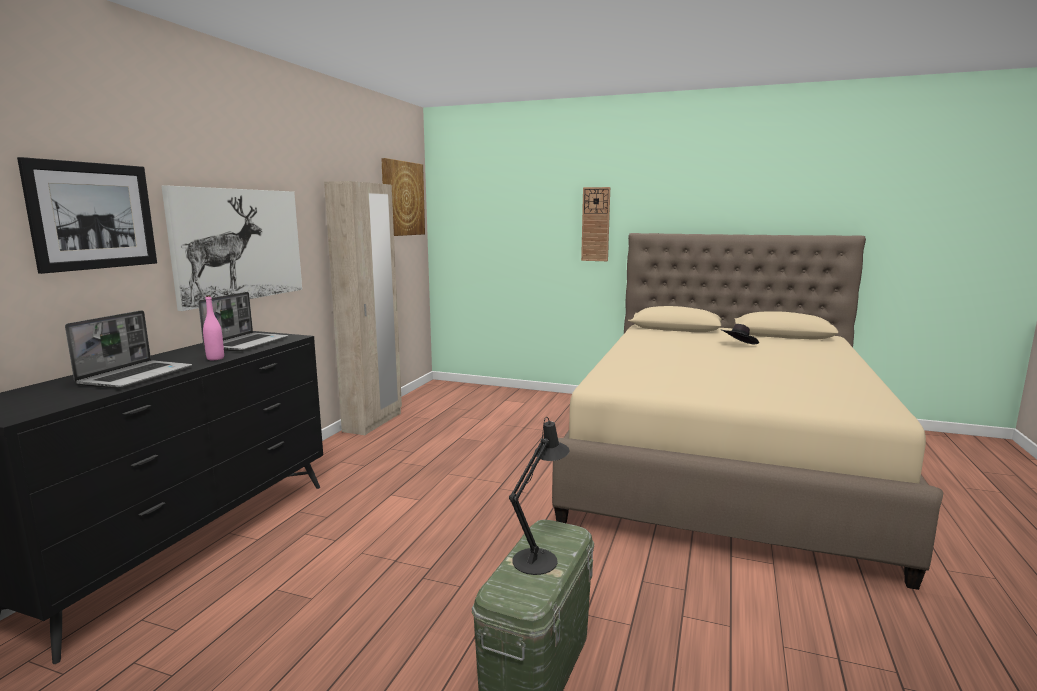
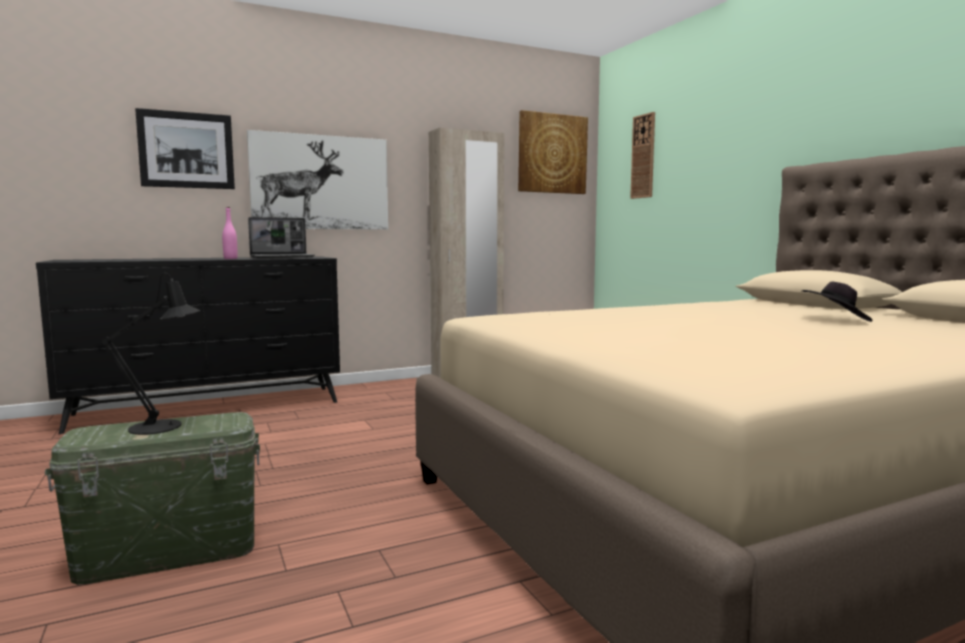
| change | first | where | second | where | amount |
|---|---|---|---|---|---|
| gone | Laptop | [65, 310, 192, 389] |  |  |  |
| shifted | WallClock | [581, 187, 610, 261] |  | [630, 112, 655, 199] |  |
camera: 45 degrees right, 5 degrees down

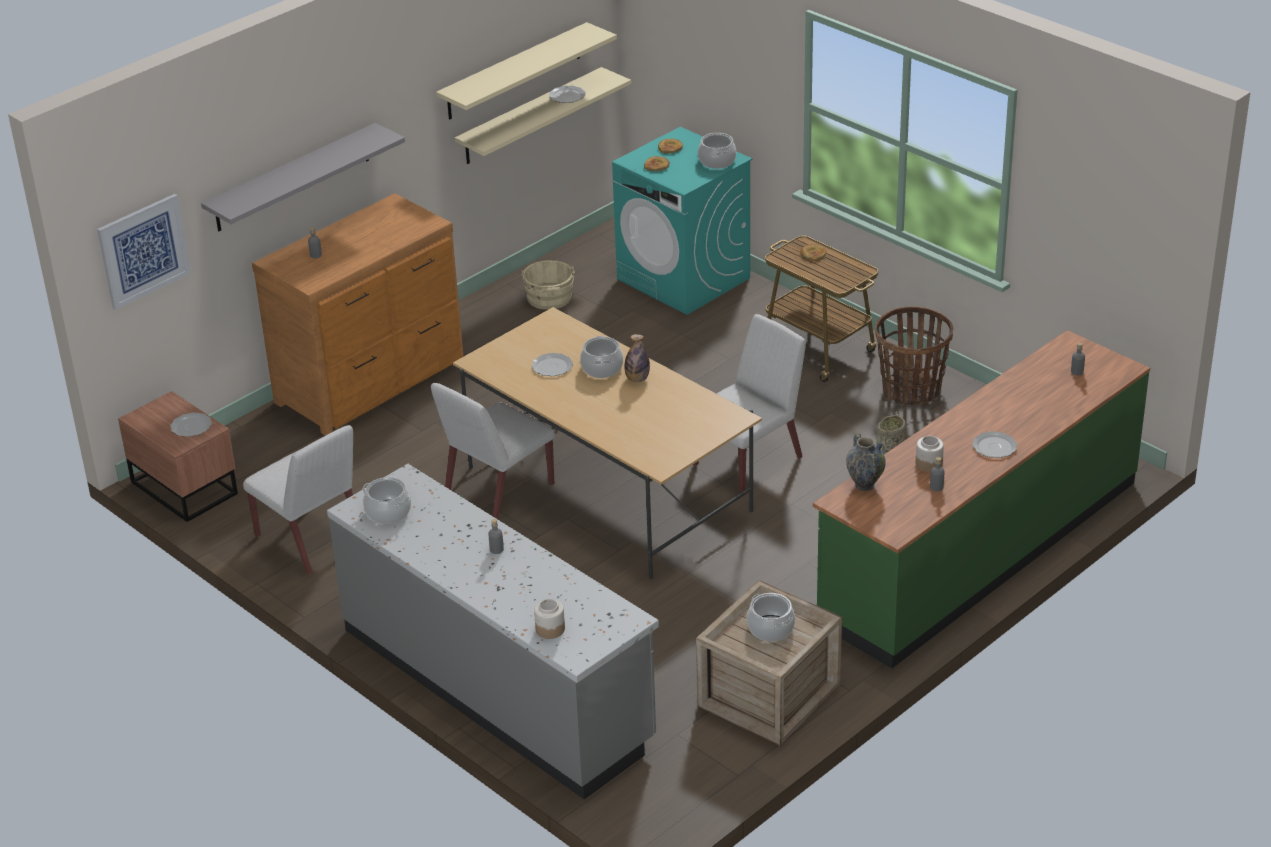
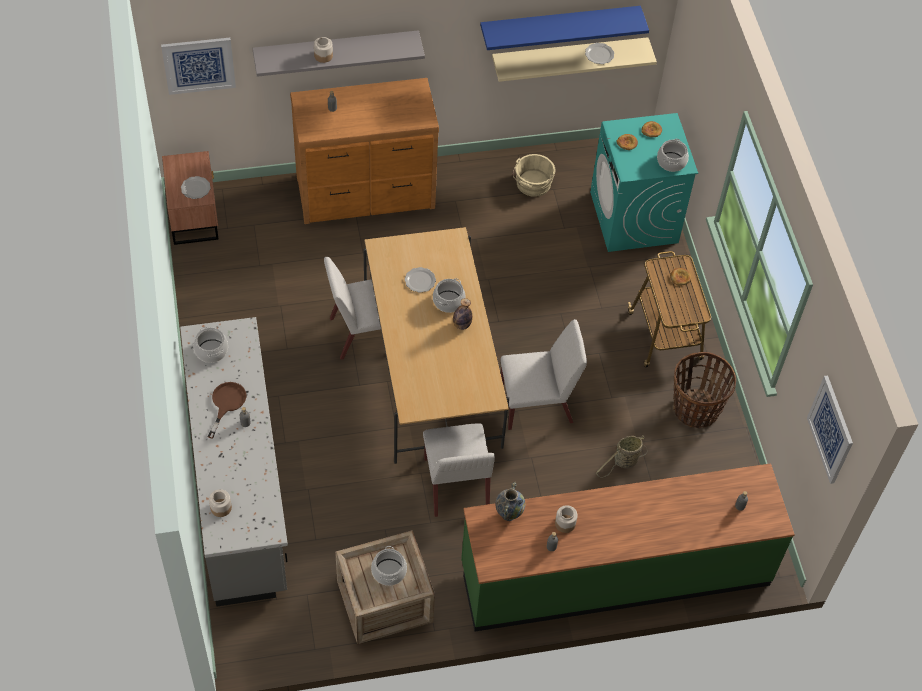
| change | first | where | second | where | amount |
|---|---|---|---|---|---|
| gone | Plate | [972, 431, 1017, 458] |  |  |  |
| new |  |  | BrownFryingPan | [207, 382, 247, 439] |  |
| new |  |  | Jar | [314, 37, 333, 63] |  |
| new |  |  | Picture | [807, 375, 853, 484] |  |
| shifted | WhiteChair | [243, 425, 353, 575] |  | [423, 423, 495, 517] |  |
| repainted | BeigeShelf | [436, 22, 617, 119] | BlueShelf | [480, 6, 649, 50] |  |
camera: 30 degrees right, 20 degrees up

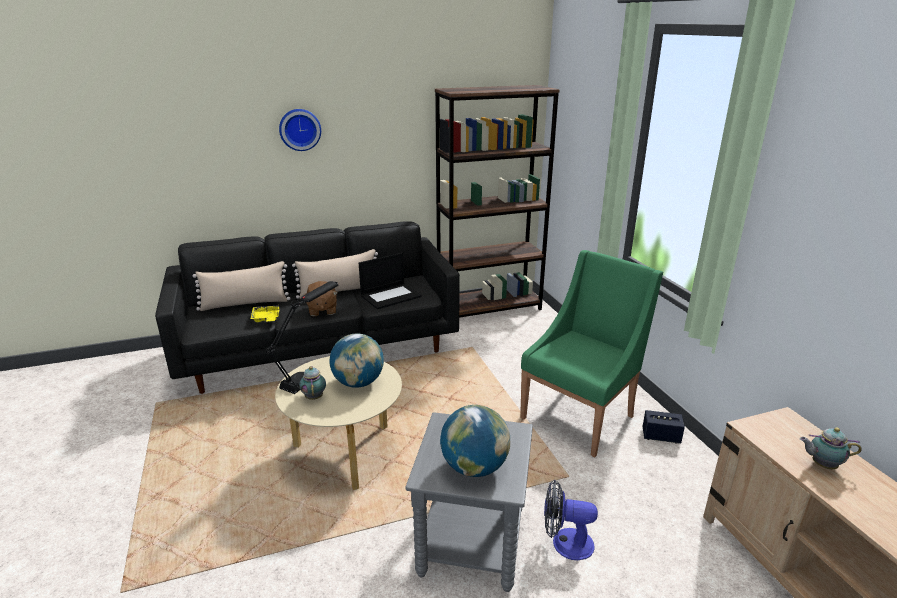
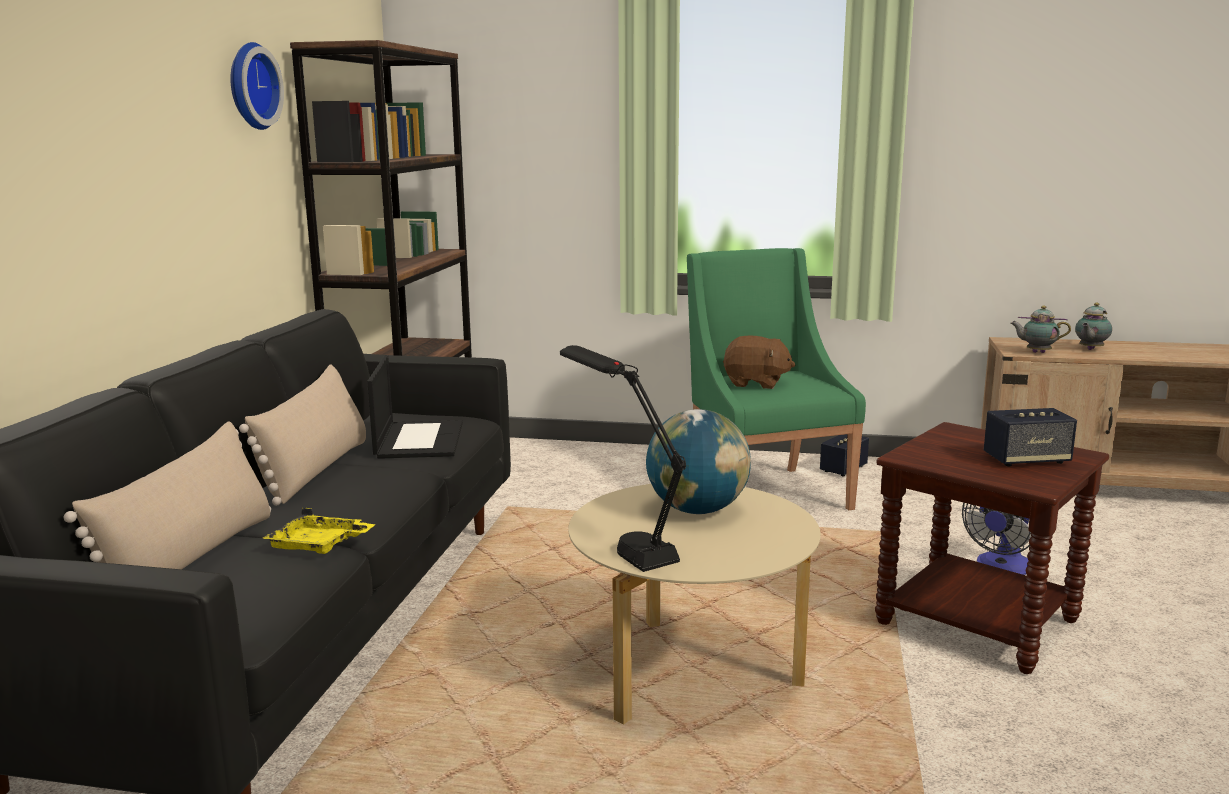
| change | first | where | second | where | amount |
|---|---|---|---|---|---|
| shifted | WallClock | [279, 109, 321, 151] |  | [230, 42, 284, 130] |  |
| shifted | Teapot | [299, 366, 326, 400] |  | [1010, 306, 1071, 353] |  |
| shifted | BrownPlushToy | [304, 281, 338, 316] |  | [723, 336, 795, 389] |  |
| swapped | Globe | [440, 405, 510, 477] | Speaker | [984, 408, 1077, 467] |  |
| repainted | GreySideTable | [405, 412, 533, 592] | BrownSideTable | [875, 422, 1109, 674] |  |
camera: 60 degrees left, 10 degrees down

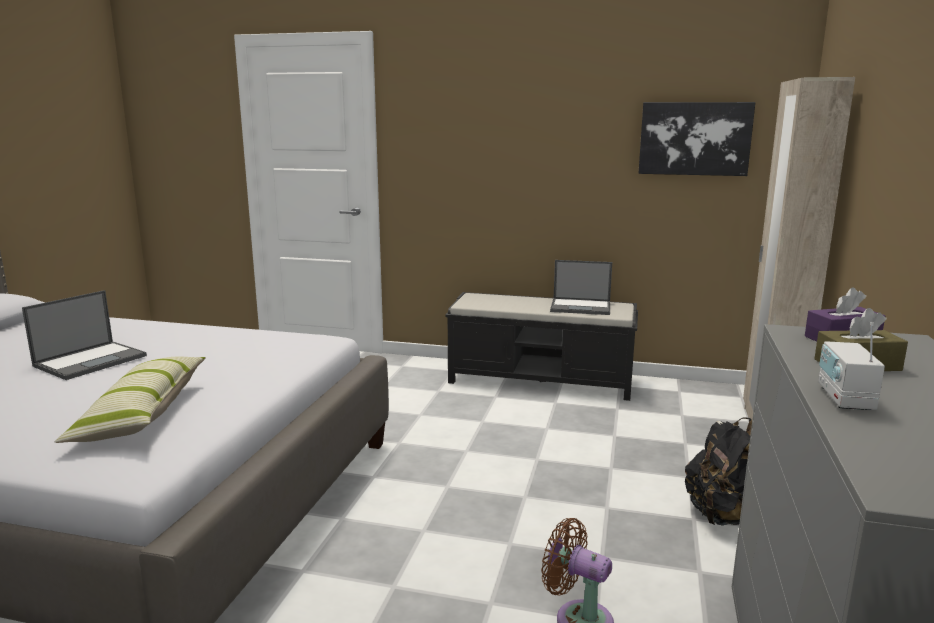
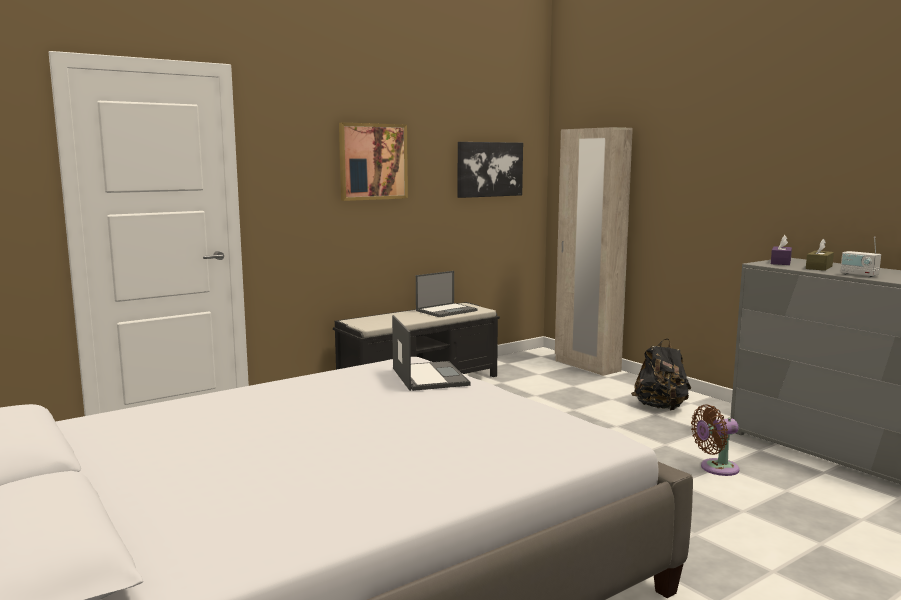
| change | first | where | second | where | amount |
|---|---|---|---|---|---|
| gone | Pillow | [55, 356, 206, 443] |  |  |  |
| new |  |  | Picture | [339, 123, 408, 201] |  |
| shifted | Laptop | [22, 290, 147, 380] |  | [392, 315, 470, 391] |  |
camera: 50 degrees left, 5 degrees down

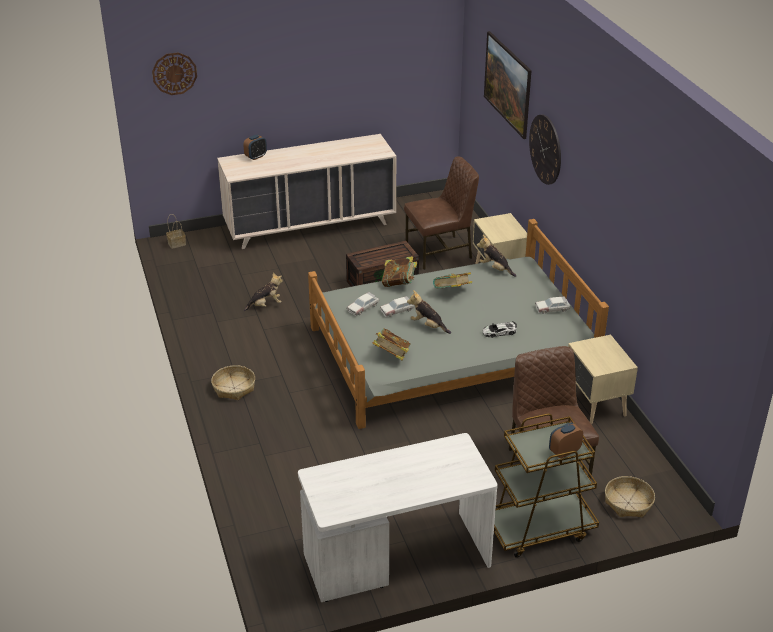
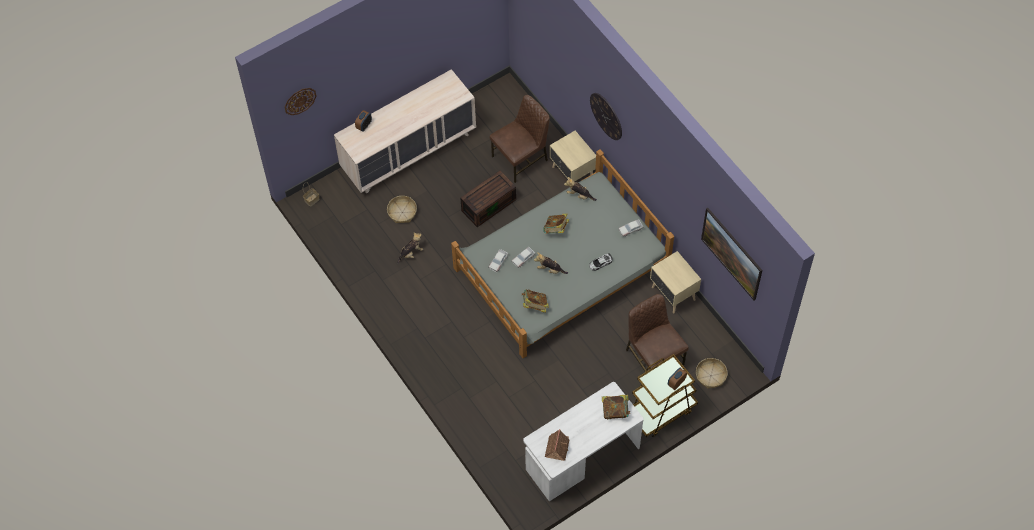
| change | first | where | second | where | amount |
|---|---|---|---|---|---|
| new |  |  | ToyHouse | [545, 429, 569, 461] |  |
| shifted | Basket | [211, 365, 255, 400] |  | [387, 196, 417, 223] |  |
| shifted | Book | [382, 256, 417, 287] |  | [602, 395, 631, 419] |  |
| shifted | Picture | [484, 31, 532, 139] |  | [701, 208, 762, 301] |  |
camera: 15 degrees left, 25 degrees up

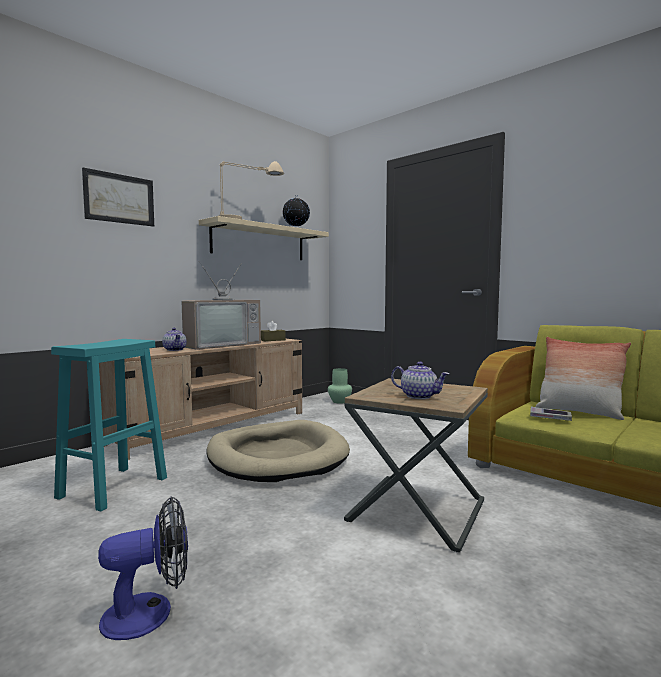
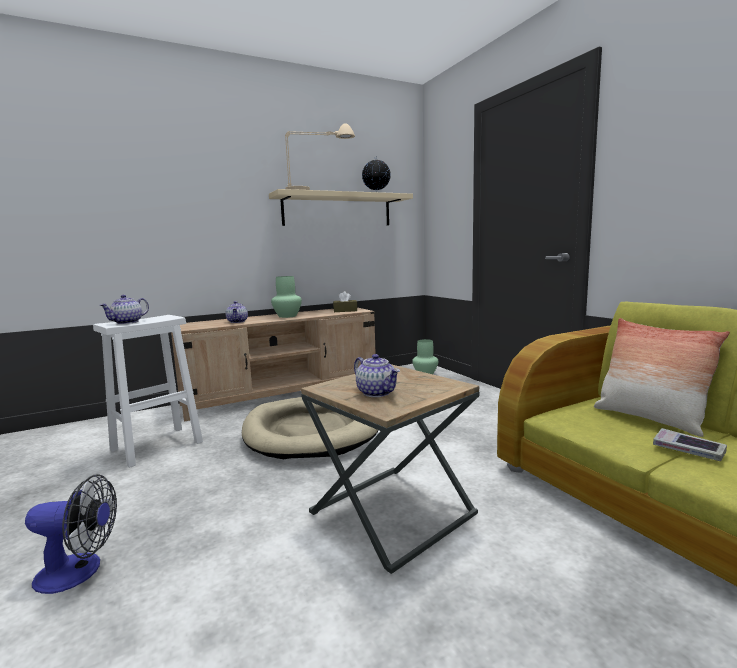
| change | first | where | second | where | amount |
|---|---|---|---|---|---|
| gone | Picture | [82, 167, 154, 227] |  |  |  |
| new |  |  | Teapot | [100, 295, 149, 324] |  |
| shifted | Book | [530, 407, 572, 421] |  | [653, 428, 727, 461] |  |
| swapped | Television | [181, 261, 261, 350] | GreenVase | [271, 276, 302, 318] |  |
| repainted | TurquoiseStool | [51, 339, 167, 512] | WhiteStool | [93, 315, 203, 468] |  |
camera: 20 degrees right, 5 degrees up

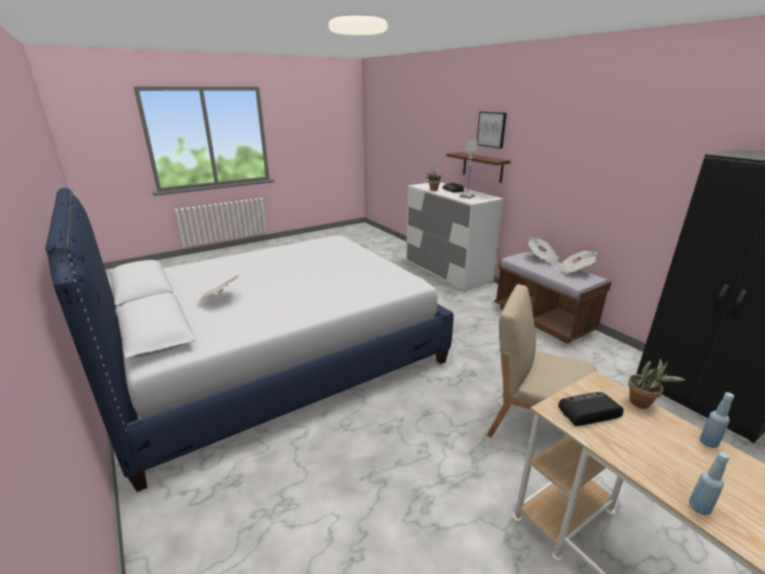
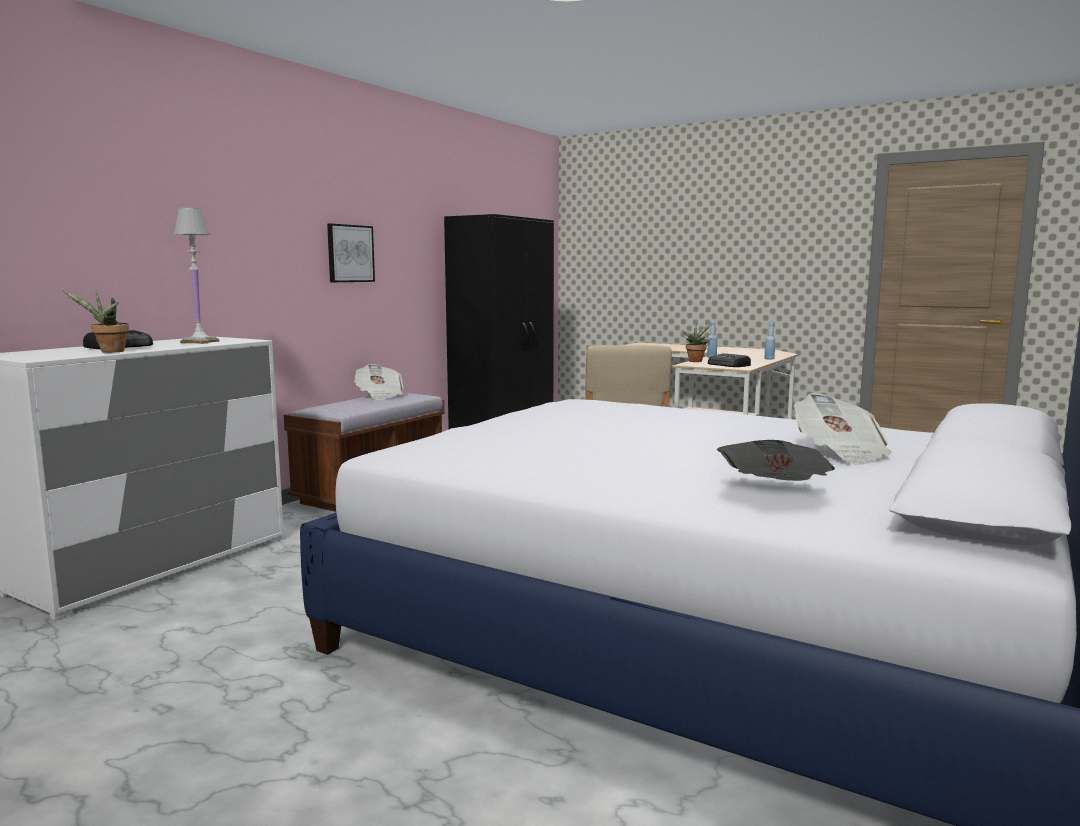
| change | first | where | second | where | amount |
|---|---|---|---|---|---|
| gone | BrownShelf | [446, 152, 511, 183] |  |  |  |
| shifted | Picture | [477, 112, 507, 149] |  | [327, 224, 375, 282] |  |
| shifted | Newspaper | [528, 237, 559, 265] |  | [717, 440, 835, 481] |  |
camera: 115 degrees left, 15 degrees down

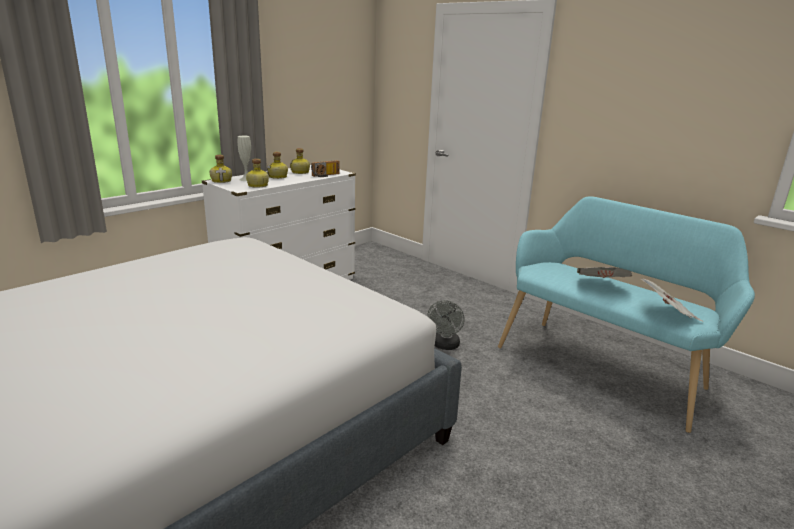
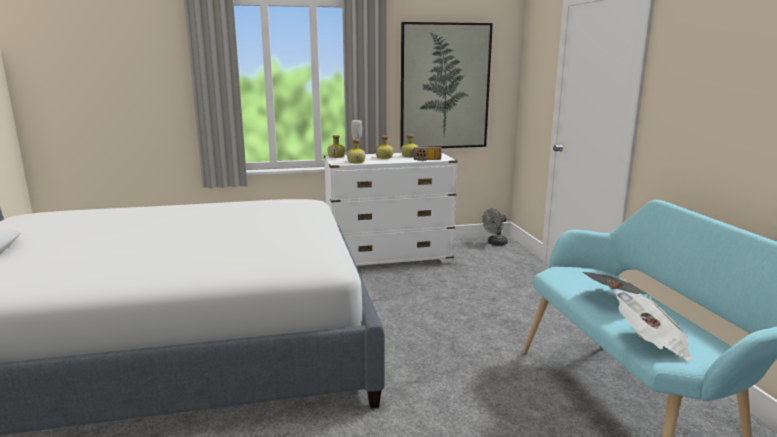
| change | first | where | second | where | amount |
|---|---|---|---|---|---|
| new |  |  | Picture | [400, 22, 493, 149] |  |
| shifted | GreyFan | [427, 300, 464, 350] |  | [482, 209, 508, 246] |  |
camera: 35 degrees right, 5 degrees down

